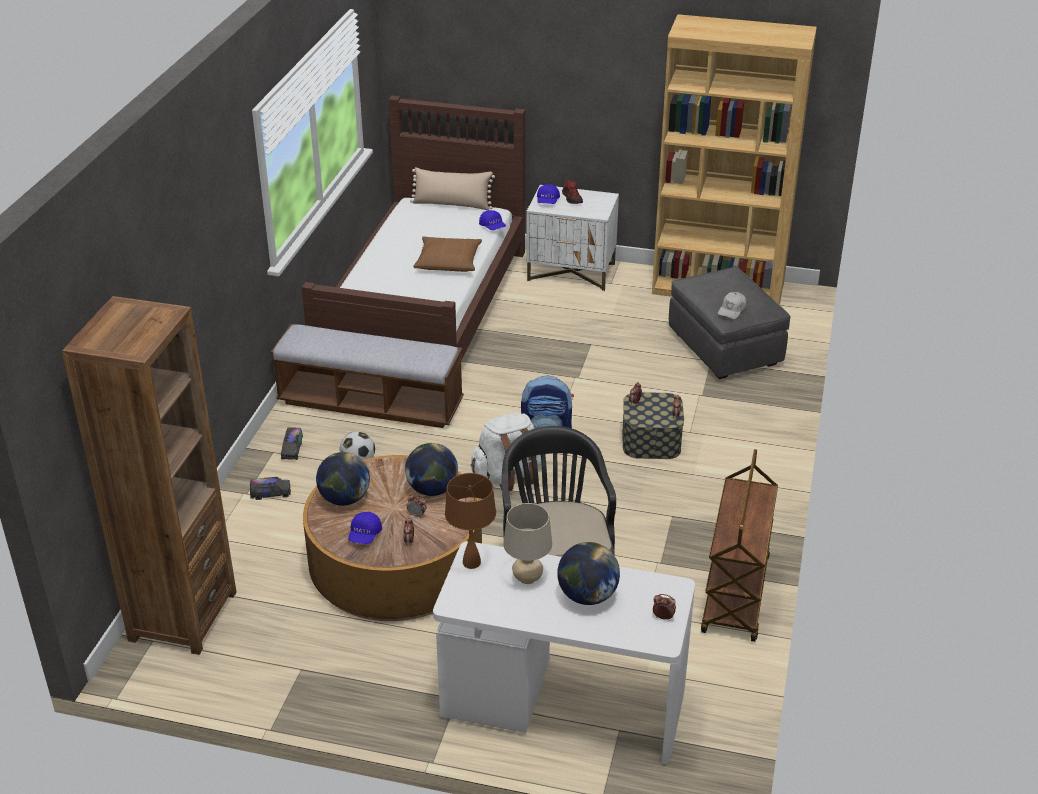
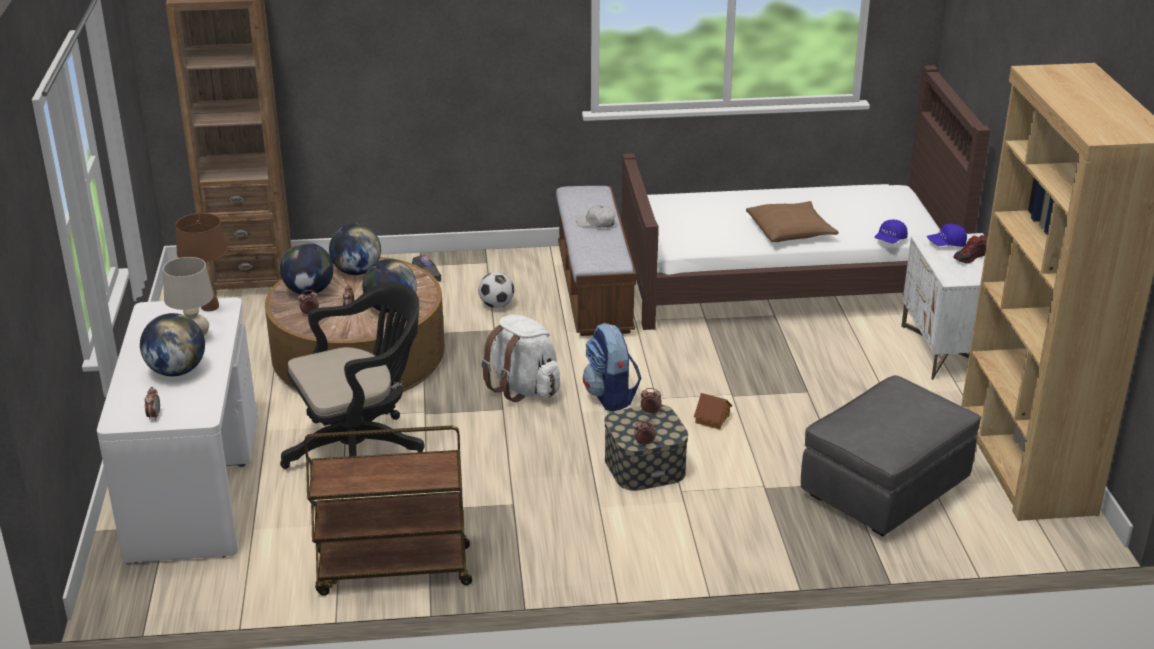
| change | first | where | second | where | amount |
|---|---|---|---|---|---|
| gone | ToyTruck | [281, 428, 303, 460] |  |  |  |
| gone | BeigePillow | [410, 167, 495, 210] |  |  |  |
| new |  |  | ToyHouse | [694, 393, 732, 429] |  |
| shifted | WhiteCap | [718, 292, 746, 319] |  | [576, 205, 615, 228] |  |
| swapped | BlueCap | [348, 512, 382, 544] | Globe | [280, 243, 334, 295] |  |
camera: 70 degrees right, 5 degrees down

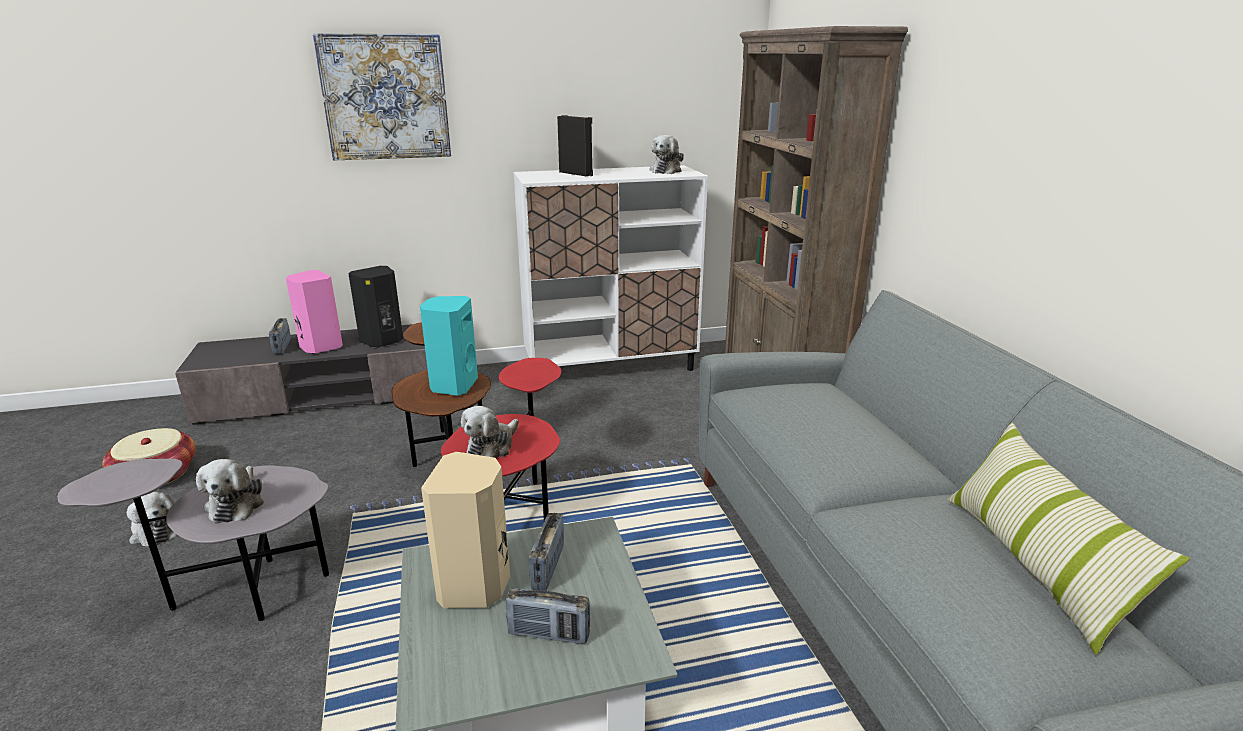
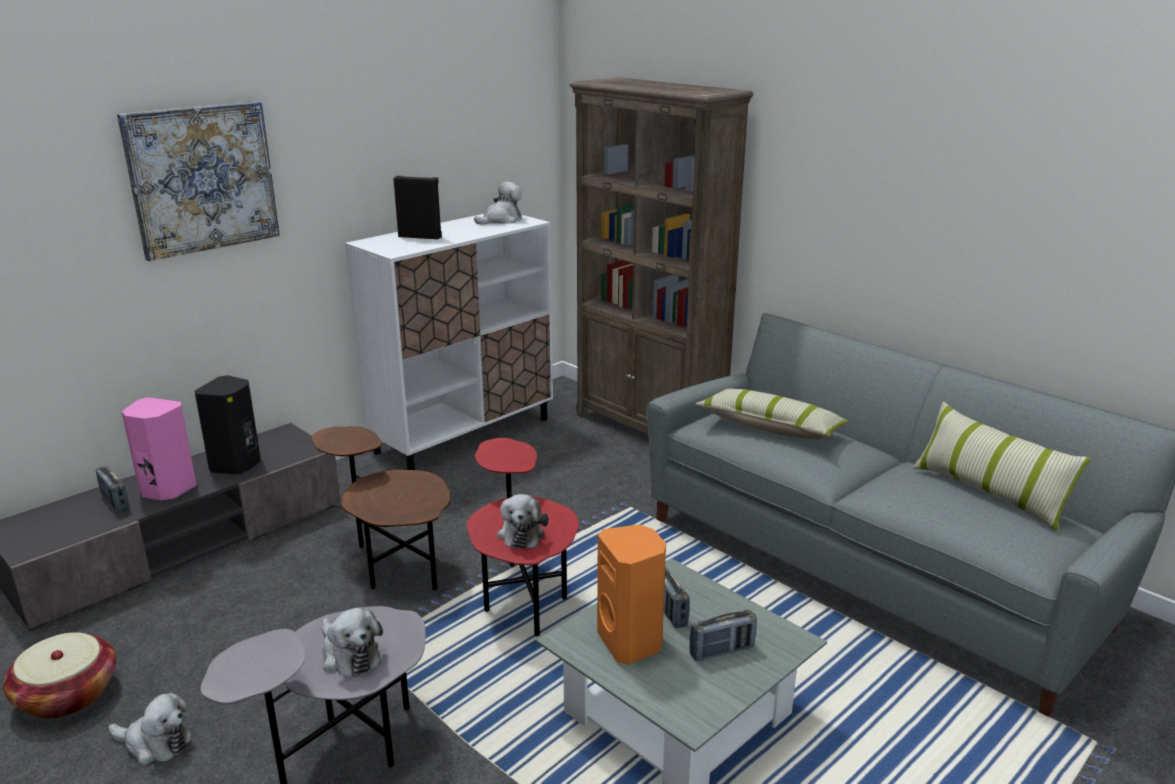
| change | first | where | second | where | amount |
|---|---|---|---|---|---|
| gone | TurquoiseSpeaker | [420, 296, 478, 396] |  |  |  |
| new |  |  | Pillow | [695, 389, 849, 439] |  |
| repainted | BeigeSpeaker | [421, 452, 510, 608] | OrangeSpeaker | [597, 524, 666, 665] |  |
| rotated | PlushToy | [650, 135, 684, 174] |  | [474, 182, 522, 224] | 120 degrees counterclockwise |
camera: 30 degrees left, 0 degrees up

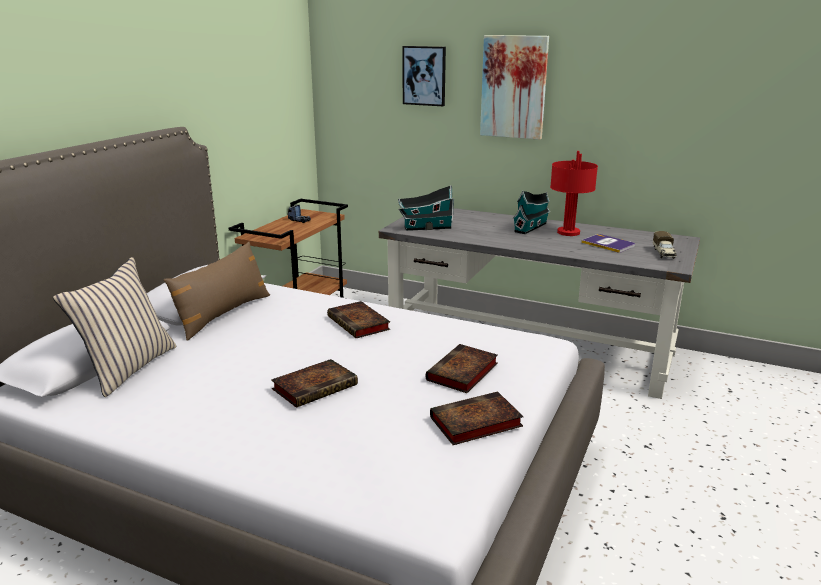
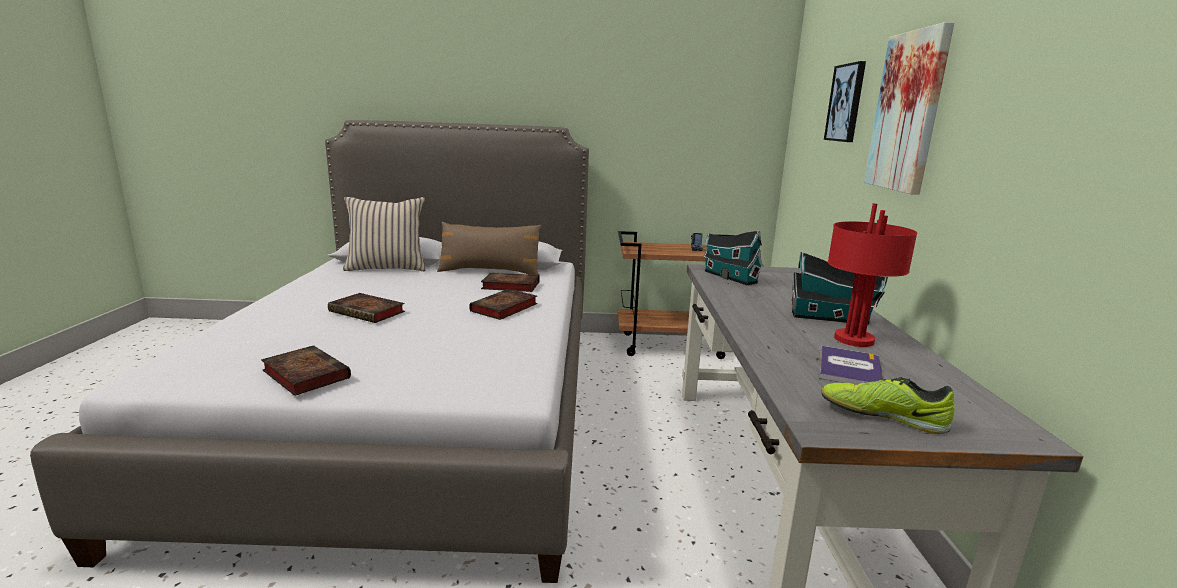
| change | first | where | second | where | amount |
|---|---|---|---|---|---|
| shifted | Book | [426, 344, 498, 393] |  | [481, 272, 540, 292] |  |
| swapped | ToyTruck | [653, 231, 677, 259] | Shoe | [821, 377, 955, 434] |  |
camera: 65 degrees right, 5 degrees down

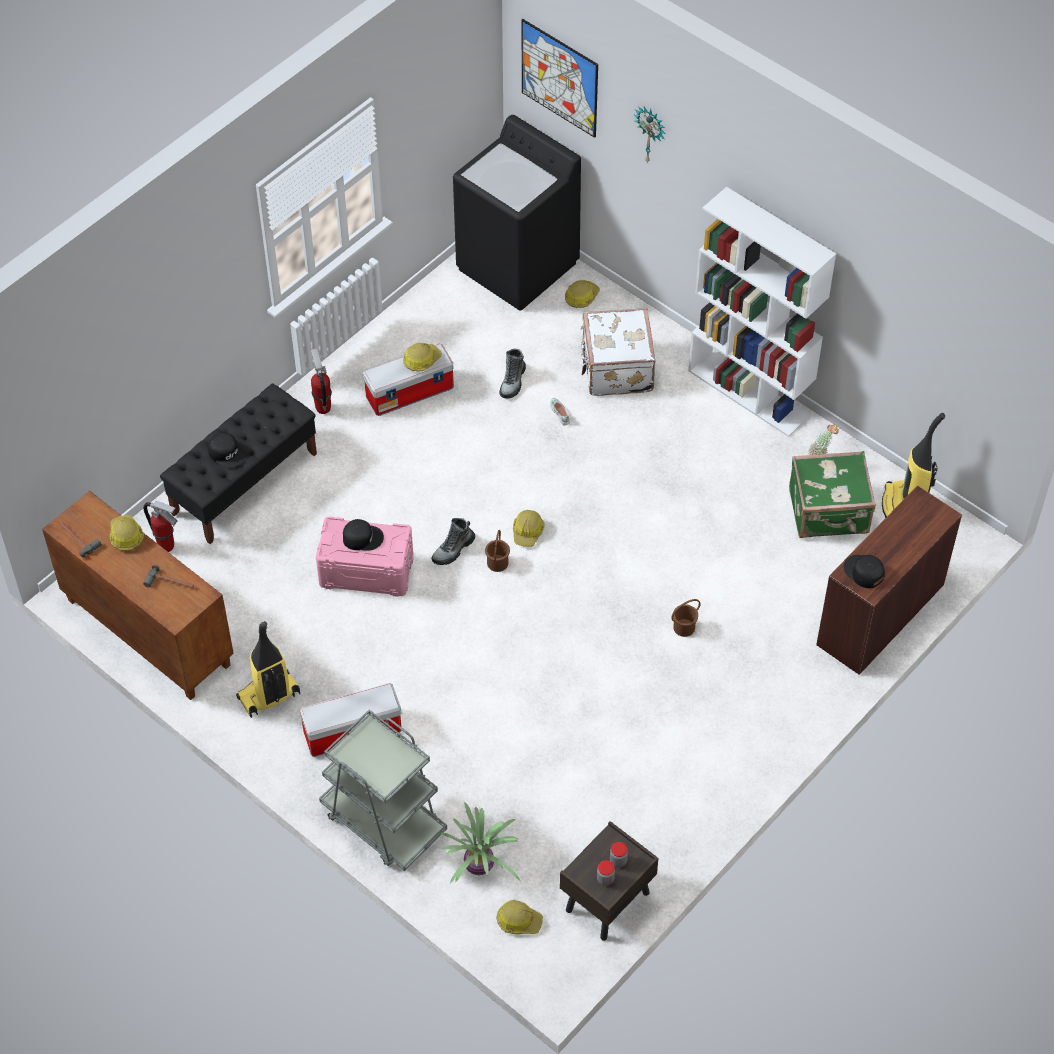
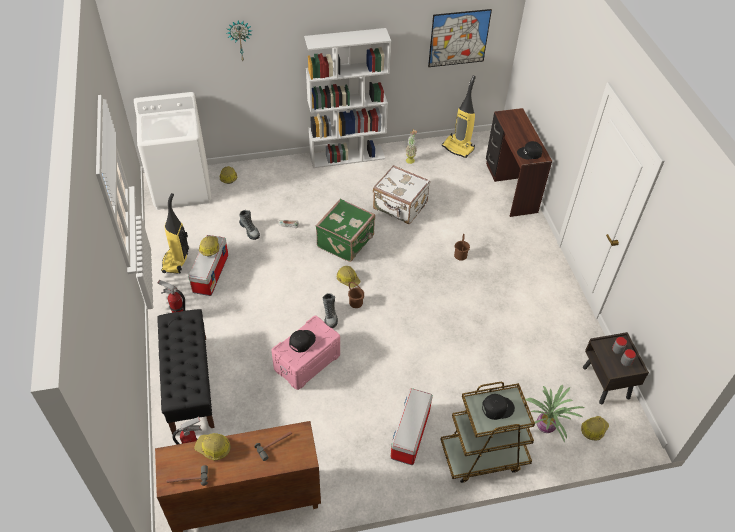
| change | first | where | second | where | amount |
|---|---|---|---|---|---|
| shifted | BlackCap | [208, 433, 246, 468] |  | [482, 394, 515, 420] |  |
| shifted | VacuumCleaner | [236, 621, 300, 718] |  | [161, 193, 189, 274] |  |
| shifted | Picture | [522, 19, 598, 138] |  | [428, 9, 492, 67] |  |
| shifted | WhiteSuitcase | [581, 308, 655, 396] |  | [373, 165, 430, 224] |  |
| shifted | GreenSuitcase | [789, 451, 876, 538] |  | [316, 199, 375, 262] |  |
| repainted | GreyCart | [319, 709, 447, 871] | BrownCart | [440, 382, 535, 483] |  |
| repainted | BlackWashingMachine | [453, 115, 581, 310] | WhiteWashingMachine | [134, 92, 211, 210] |  |
camera: 55 degrees left, 5 degrees down

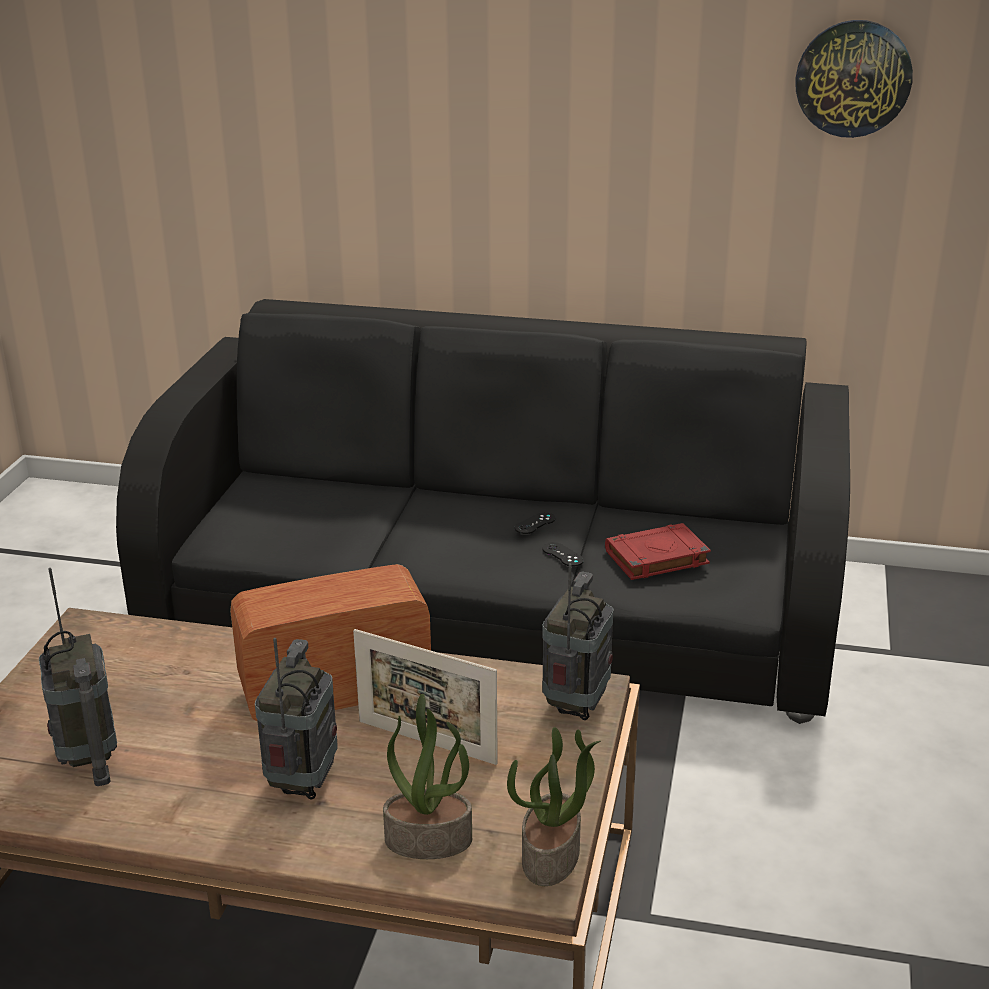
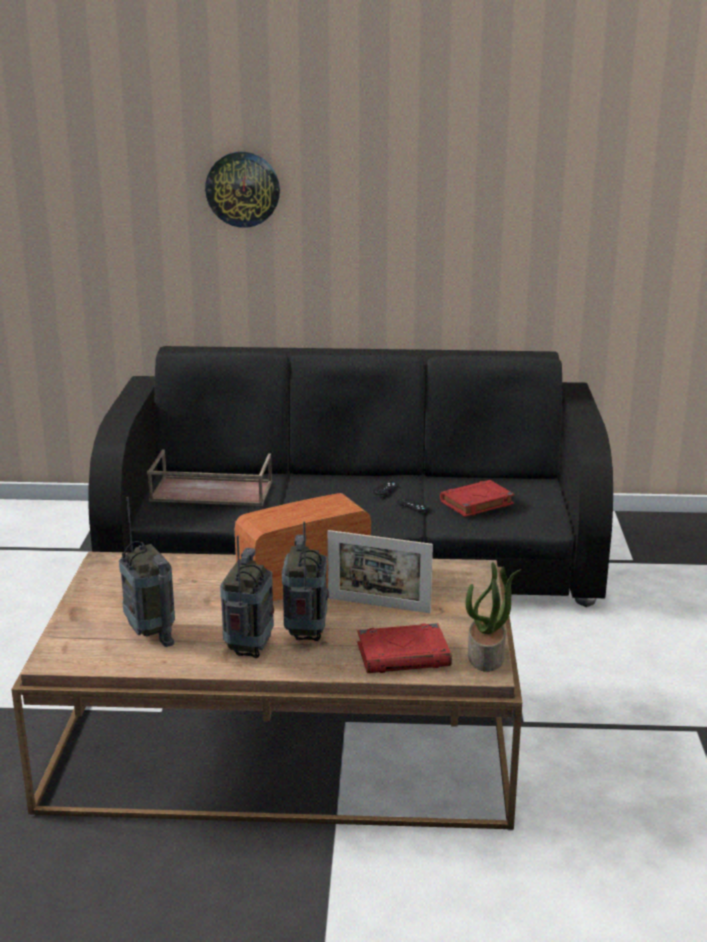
| change | first | where | second | where | amount |
|---|---|---|---|---|---|
| new |  |  | BrownTray | [147, 449, 272, 506] |  |
| shifted | Radio | [542, 563, 613, 720] |  | [220, 535, 274, 658] |  |
| shifted | WallClock | [796, 20, 913, 138] |  | [205, 152, 280, 228] |  |
| swapped | PottedPlant | [383, 694, 472, 859] | RedBook | [357, 623, 452, 673] |  |
camera: 10 degrees left, 5 degrees down

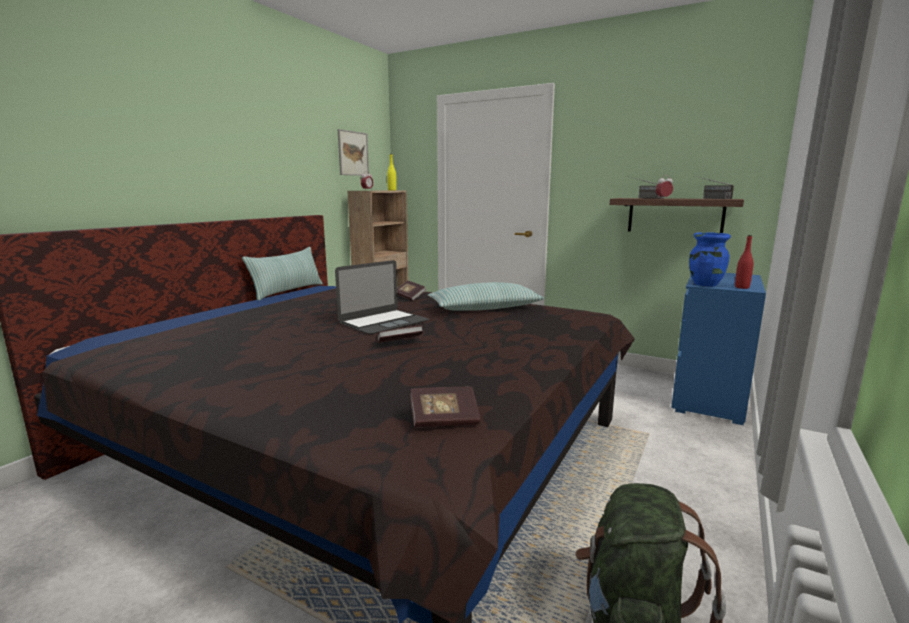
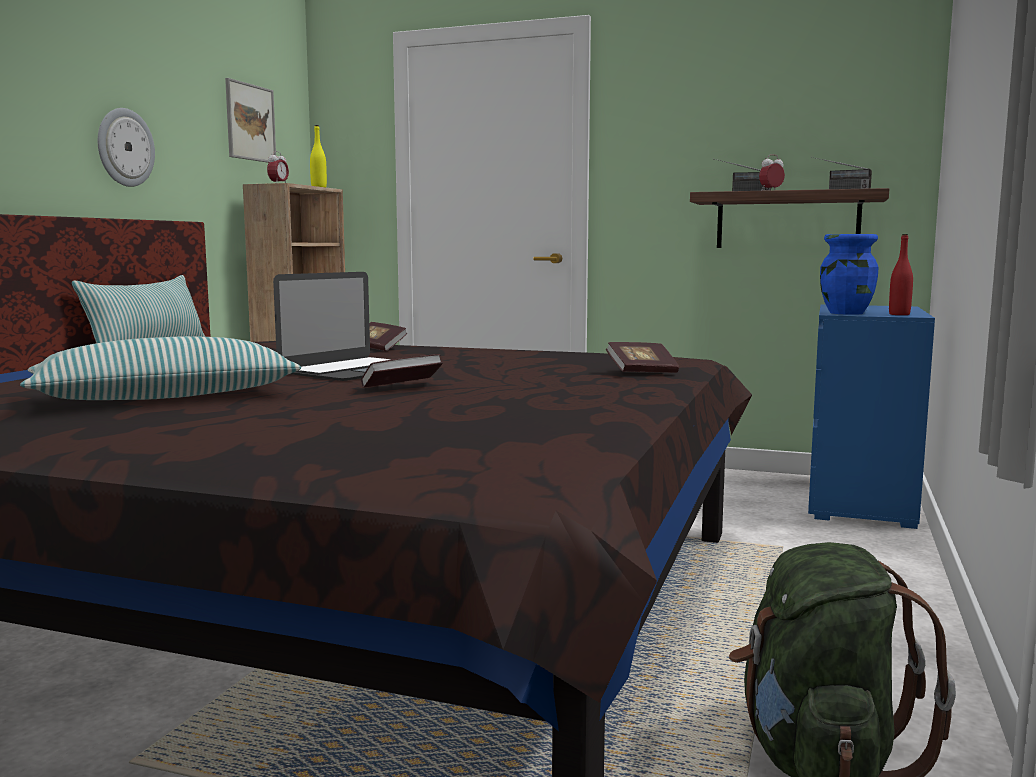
| change | first | where | second | where | amount |
|---|---|---|---|---|---|
| new |  |  | WallClock | [98, 108, 155, 187] |  |
| shifted | Book | [409, 387, 481, 428] |  | [606, 342, 679, 373] |  |
| shifted | Pillow | [428, 282, 545, 311] |  | [20, 336, 301, 400] |  |
camera: 10 degrees left, 5 degrees down

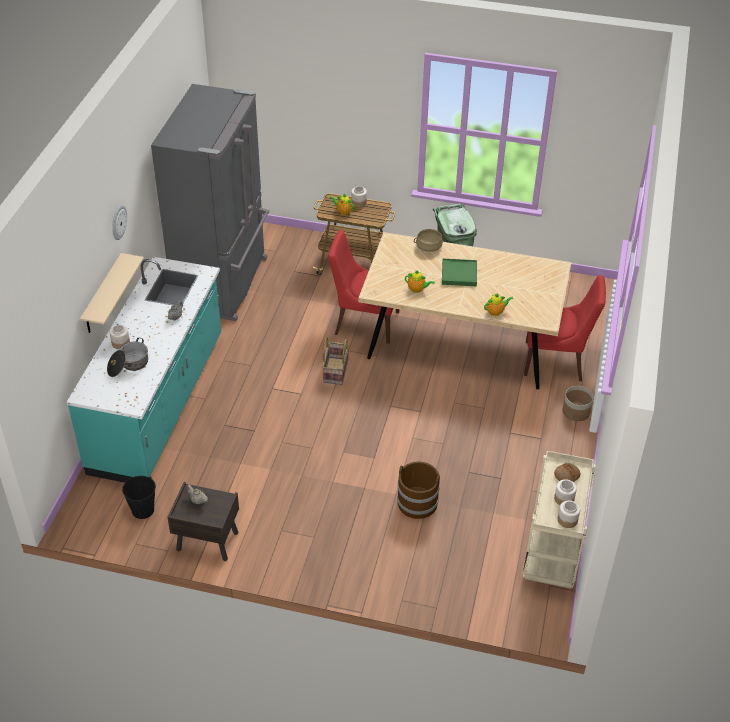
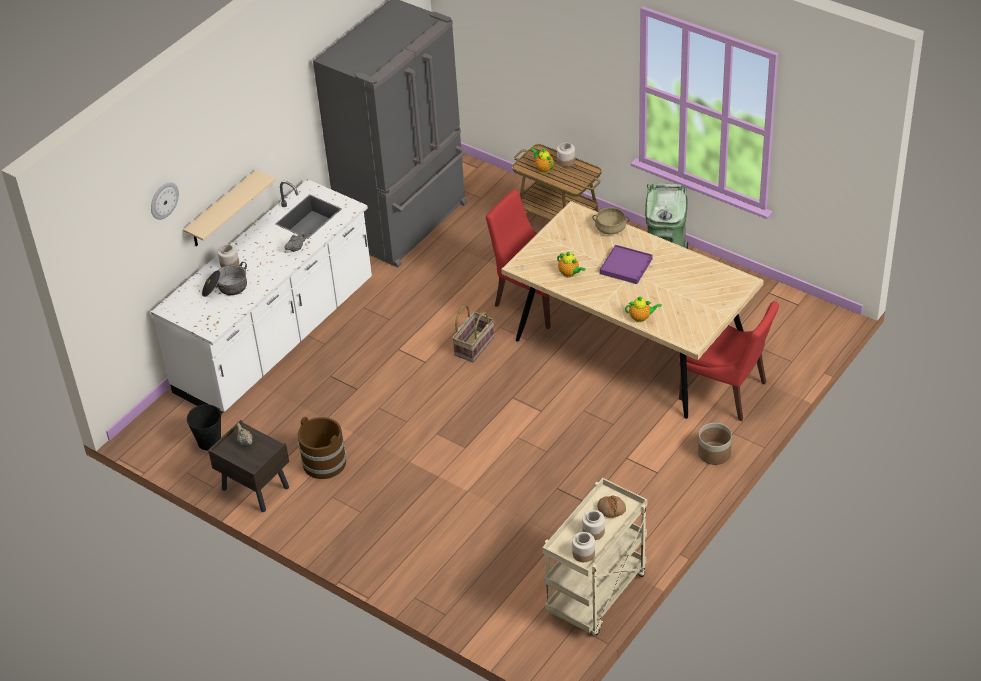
| change | first | where | second | where | amount |
|---|---|---|---|---|---|
| shifted | WallClock | [112, 205, 127, 240] |  | [151, 182, 179, 220] |  |
| shifted | BrownBucket | [397, 462, 440, 519] |  | [298, 417, 346, 479] |  |
| repainted | TurquoiseCounter | [67, 257, 221, 483] | WhiteCounter | [151, 179, 372, 414] |  |
| repainted | GreenTray | [442, 259, 477, 286] | PurpleTray | [600, 245, 652, 284] |  |
camera: 25 degrees right, 0 degrees up

